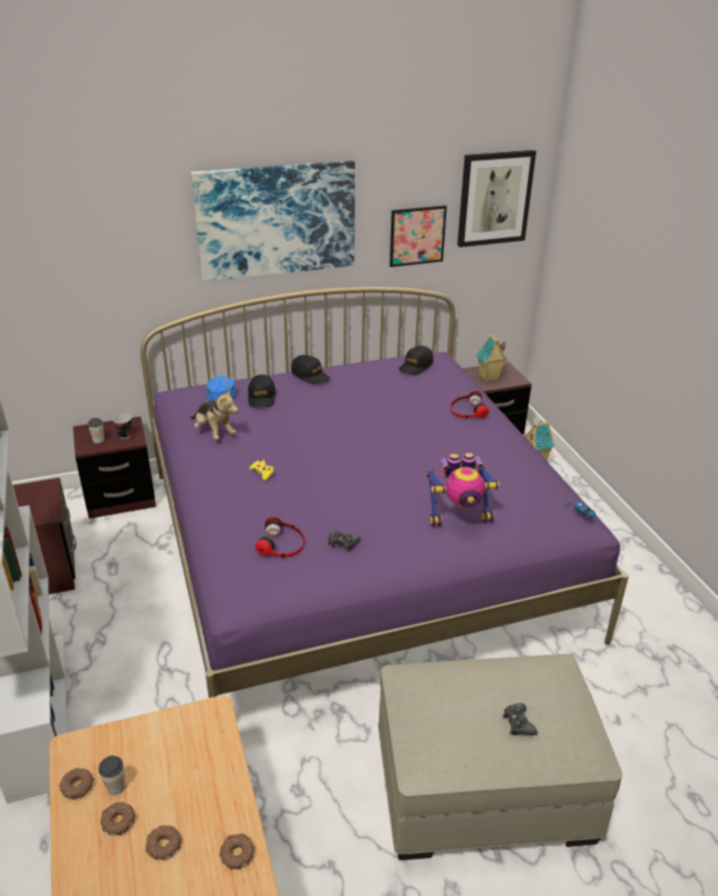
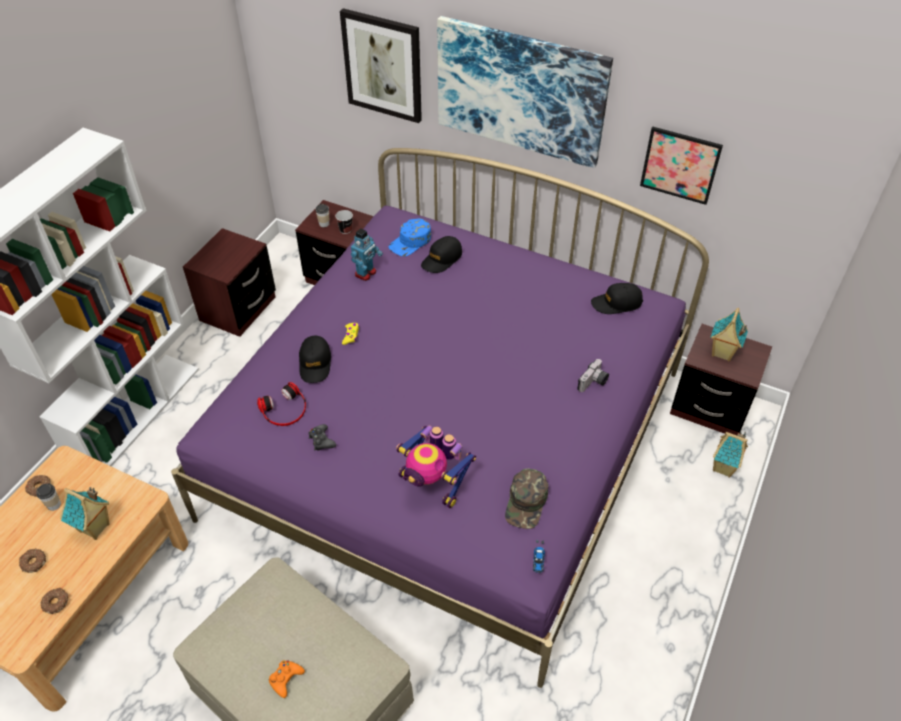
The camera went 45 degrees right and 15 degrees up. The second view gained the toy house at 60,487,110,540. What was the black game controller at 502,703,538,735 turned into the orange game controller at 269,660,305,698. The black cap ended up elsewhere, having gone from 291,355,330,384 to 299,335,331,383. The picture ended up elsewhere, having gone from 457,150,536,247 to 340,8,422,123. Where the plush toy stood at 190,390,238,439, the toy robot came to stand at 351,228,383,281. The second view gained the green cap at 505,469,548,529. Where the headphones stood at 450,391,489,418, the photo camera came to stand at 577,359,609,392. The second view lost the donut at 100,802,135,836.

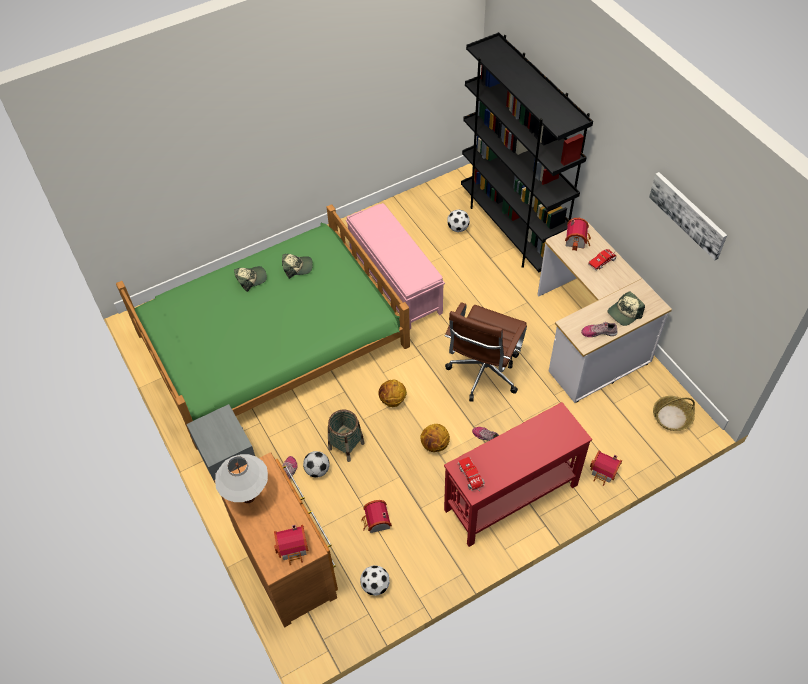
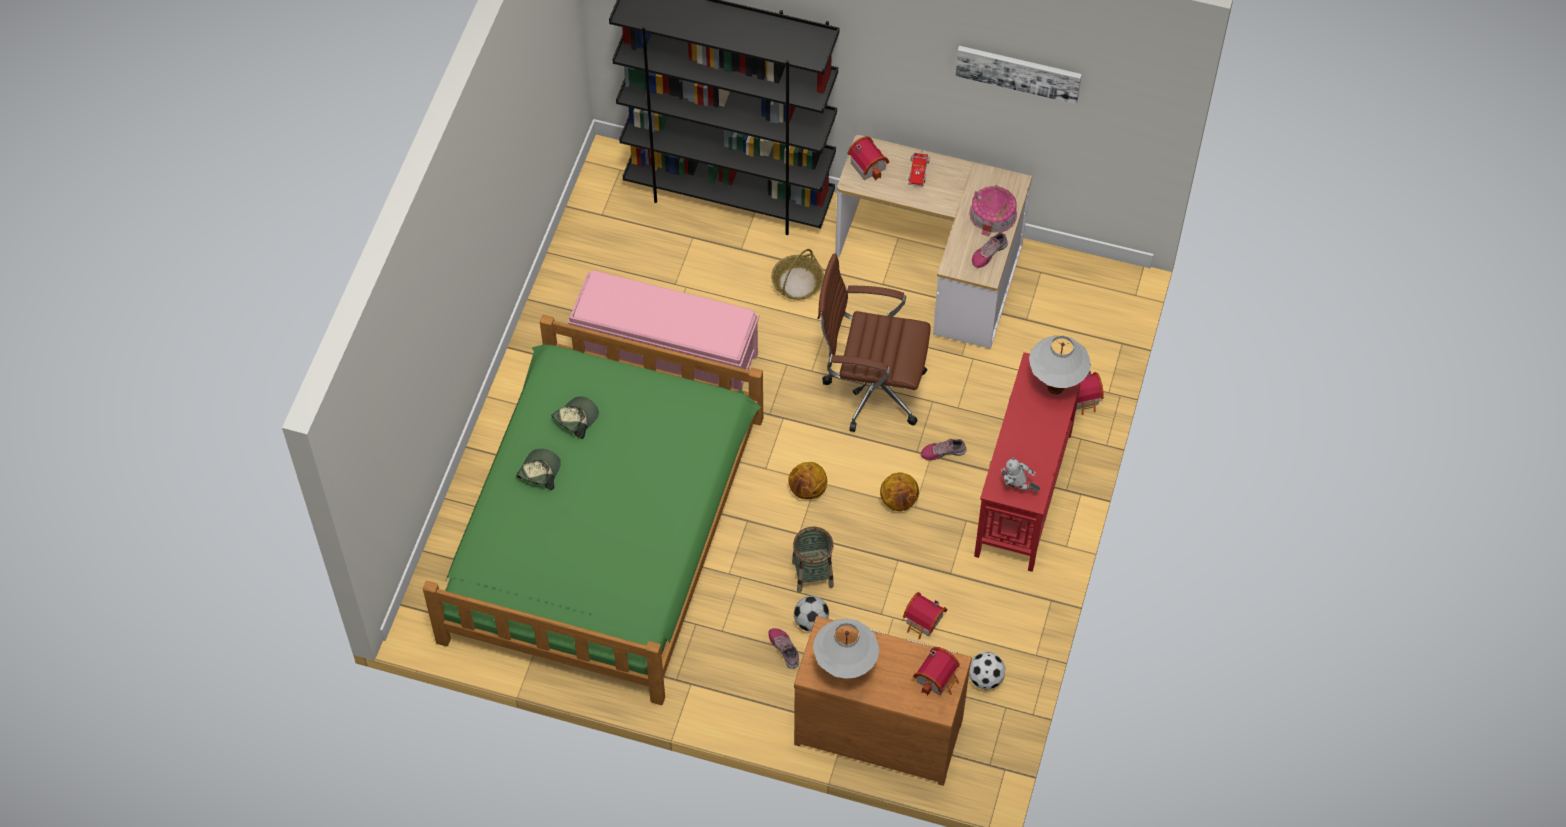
The camera went 45 degrees left and 5 degrees up. The basket ended up elsewhere, having gone from 653,396,695,431 to 771,249,824,300. The brown office chair at 445,302,527,402 ended up facing another way, 120 degrees clockwise from before. Where the cap stood at 608,291,645,326, the toy house came to stand at 969,185,1017,236. Where the toy truck stood at 458,457,485,491, the toy robot came to stand at 1001,457,1040,491. The second view gained the white table lamp at 1029,336,1091,394. The second view lost the grey nightstand at 187,404,255,480. The second view lost the football at 447,209,470,232.

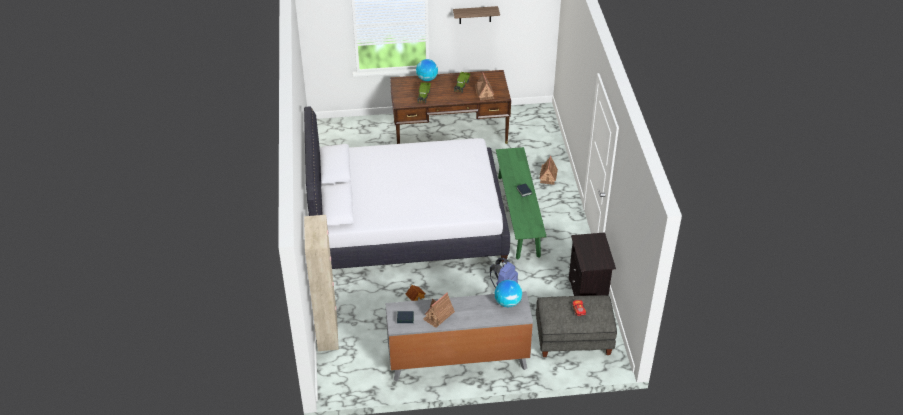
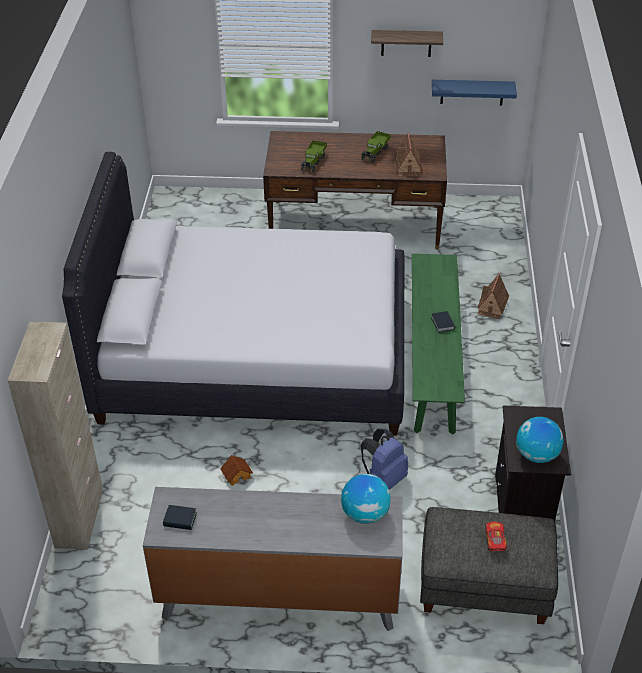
The camera went 10 degrees right and 0 degrees up. The second view gained the blue shelf at 432,80,517,105. The globe ended up elsewhere, having gone from 416,59,438,81 to 516,417,564,463. The second view lost the toy house at 423,293,455,328.

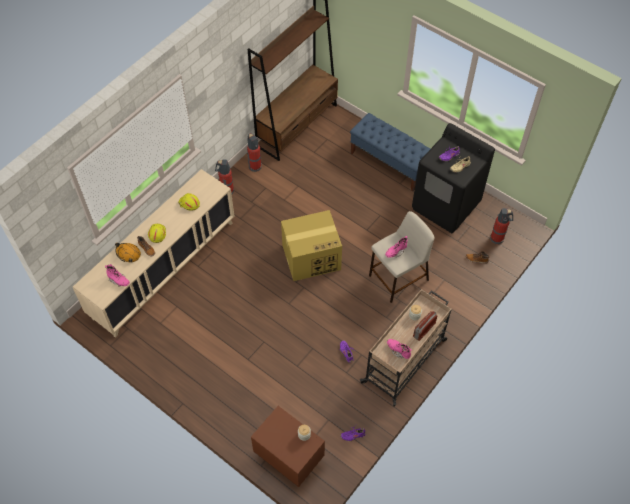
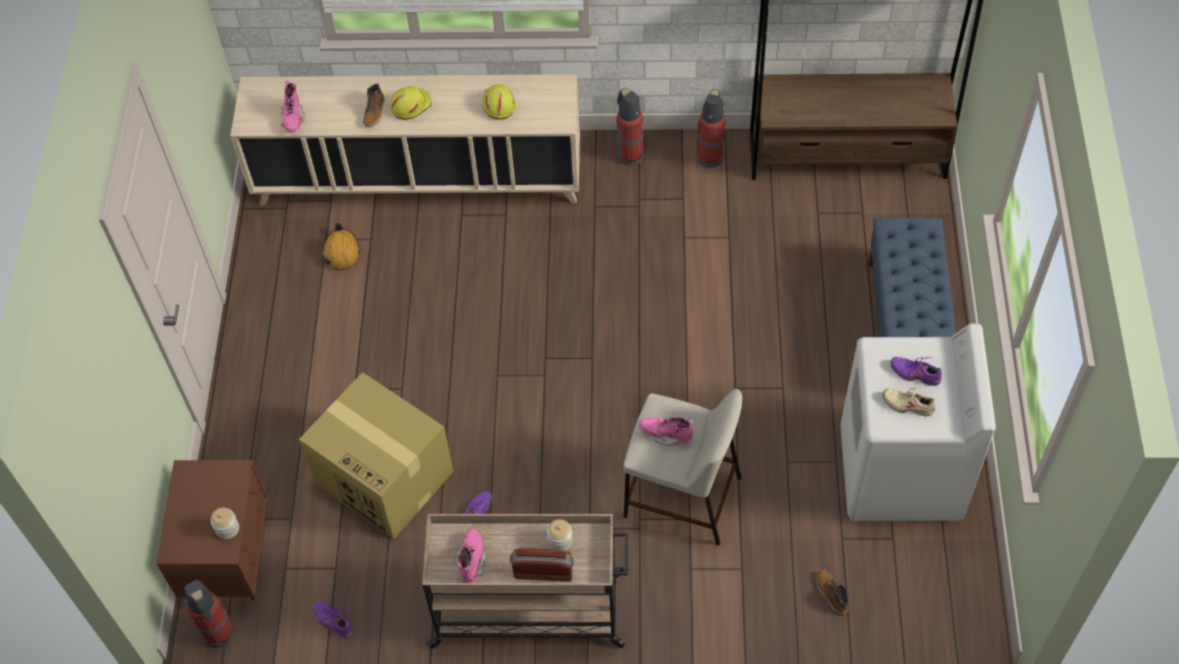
The camera went 55 degrees right and 0 degrees up. The fire extinguisher ended up elsewhere, having gone from 490,208,513,245 to 183,580,235,648. The cardboard box ended up elsewhere, having gone from 281,210,342,281 to 299,372,454,539. The orange hard hat ended up elsewhere, having gone from 115,243,141,262 to 322,223,360,270. What was the black washing machine at 412,123,495,233 turned into the white washing machine at 840,323,996,521.

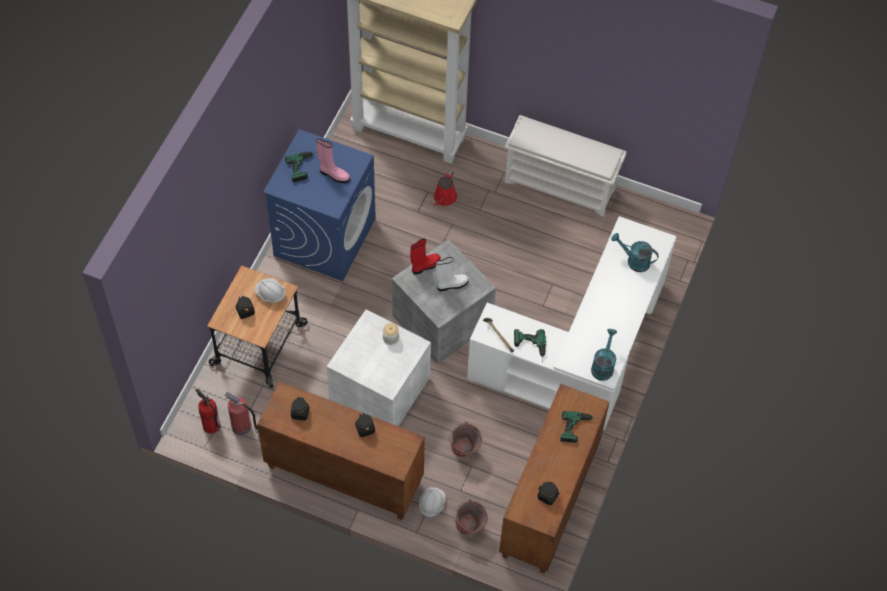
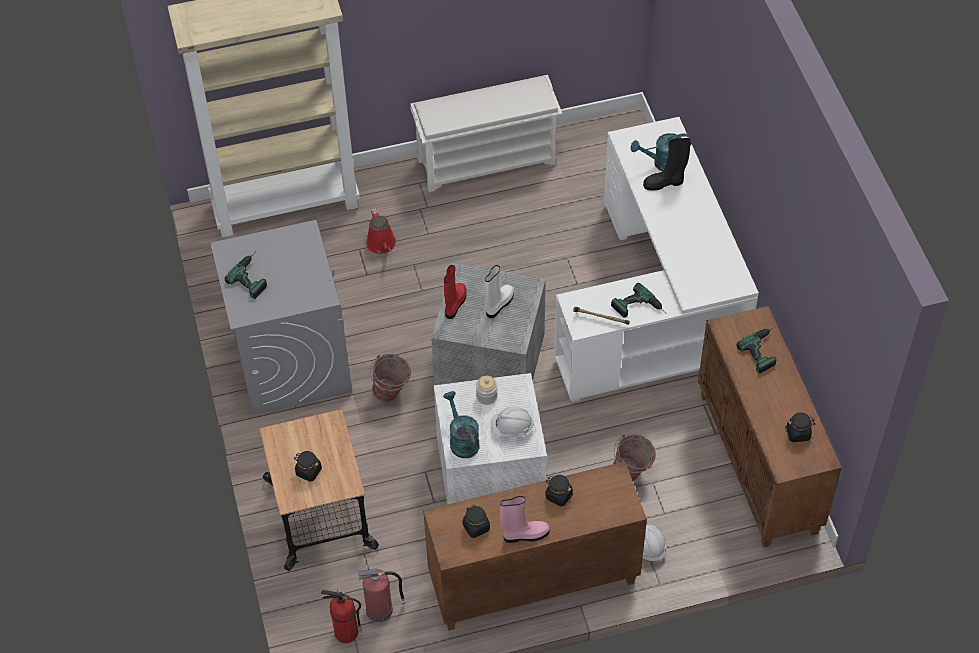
The camera went 35 degrees left and 5 degrees down. What was the blue washing machine at 263,129,376,281 turned into the grey washing machine at 210,220,352,415. The bucket ended up elsewhere, having gone from 454,500,488,535 to 370,354,411,401. The turquoise watering can ended up elsewhere, having gone from 591,329,617,381 to 443,391,479,458. The white hard hat ended up elsewhere, having gone from 254,278,285,303 to 491,406,534,438. The pink boot ended up elsewhere, having gone from 316,139,350,183 to 500,496,550,543. The second view gained the black boot at 643,138,690,191.

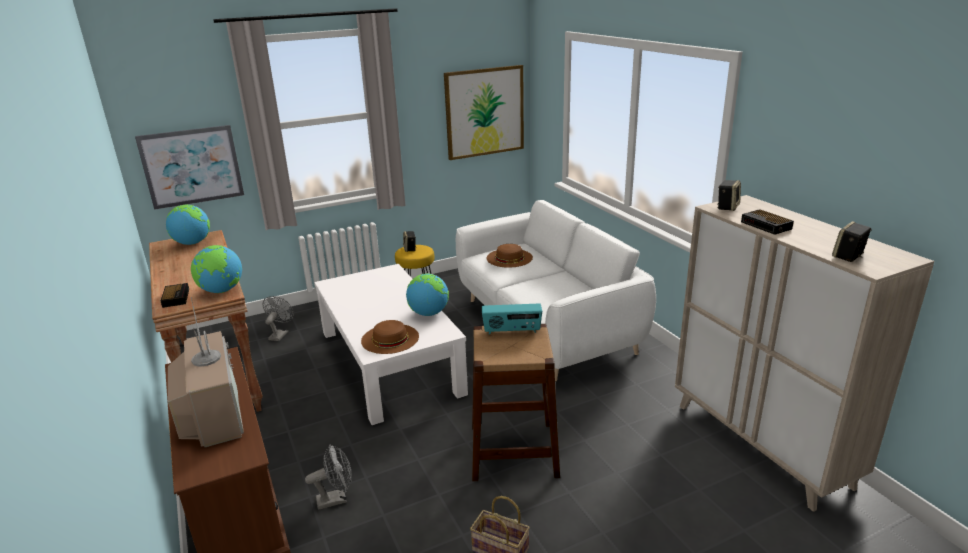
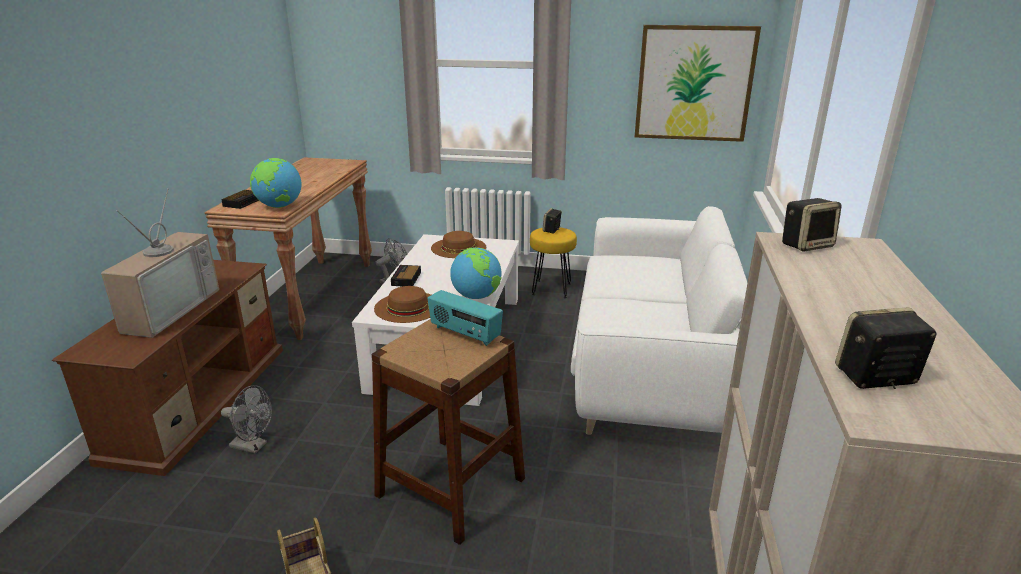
The camera went 35 degrees right and 0 degrees up. The alarm clock ended up elsewhere, having gone from 741,209,794,235 to 391,265,421,286. The brown hat ended up elsewhere, having gone from 487,244,533,268 to 431,231,486,258. The second view lost the picture at 135,125,244,210. The second view lost the globe at 166,204,210,245.

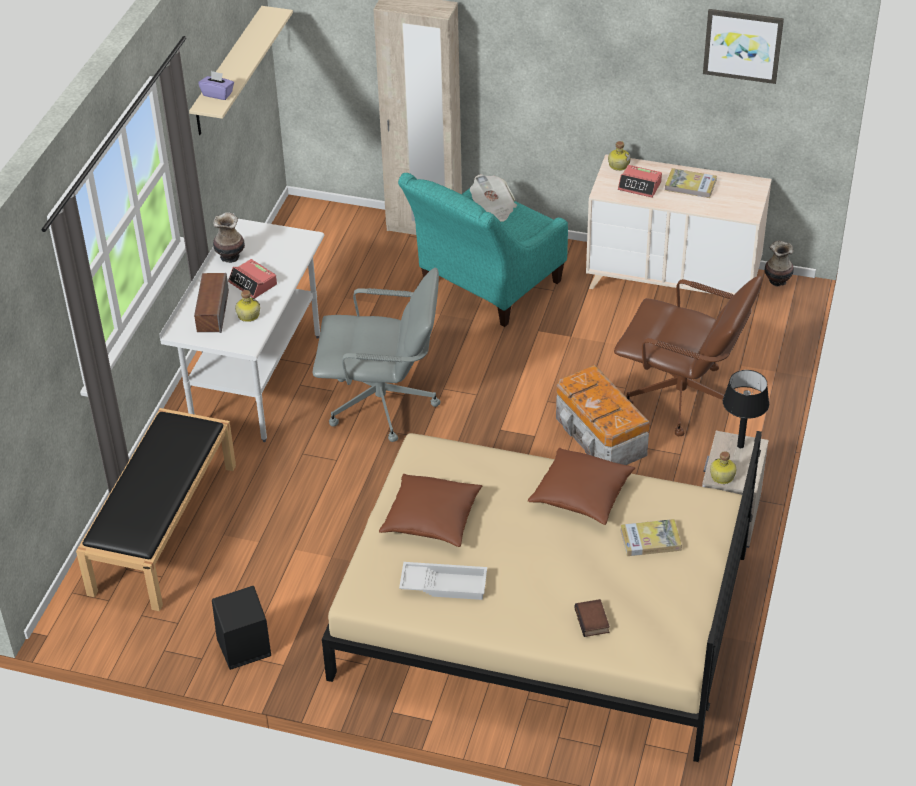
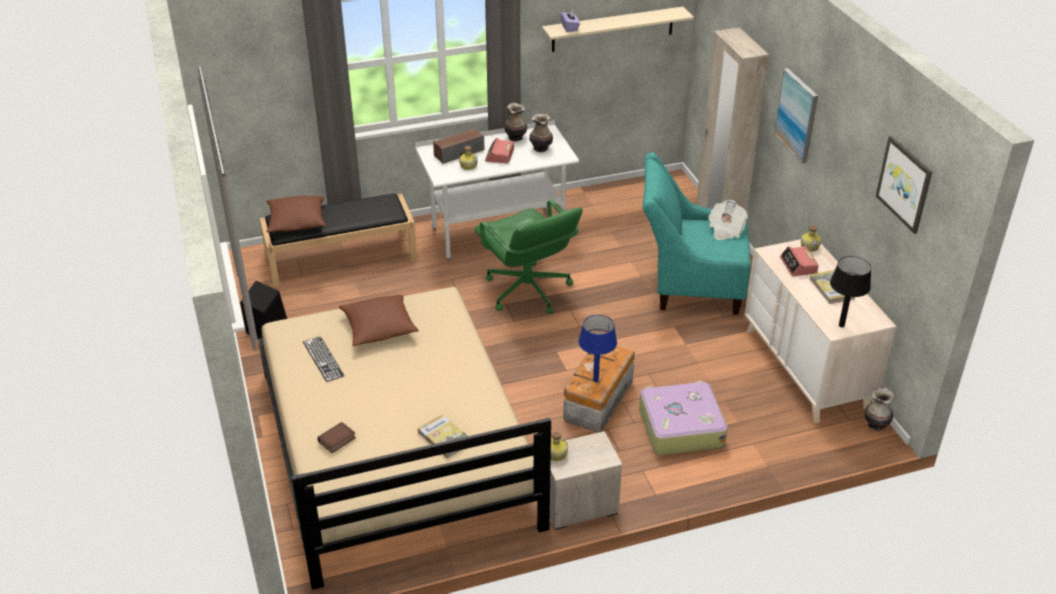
The camera went 55 degrees right and 5 degrees down. The brown pillow ended up elsewhere, having gone from 528,448,635,525 to 266,196,326,232. Where the white tray stood at 399,562,487,600, the keyboard came to stand at 303,336,344,382. What was the grey office chair at 313,267,440,442 turned into the green office chair at 474,200,583,314. The second view gained the vase at 530,114,553,152. The second view gained the blue table lamp at 579,315,617,382. Where the brown office chair stood at 614,276,762,436, the suitcase came to stand at 639,381,728,455. The second view gained the picture at 774,69,818,163. The black table lamp ended up elsewhere, having gone from 723,370,769,448 to 830,256,871,327.

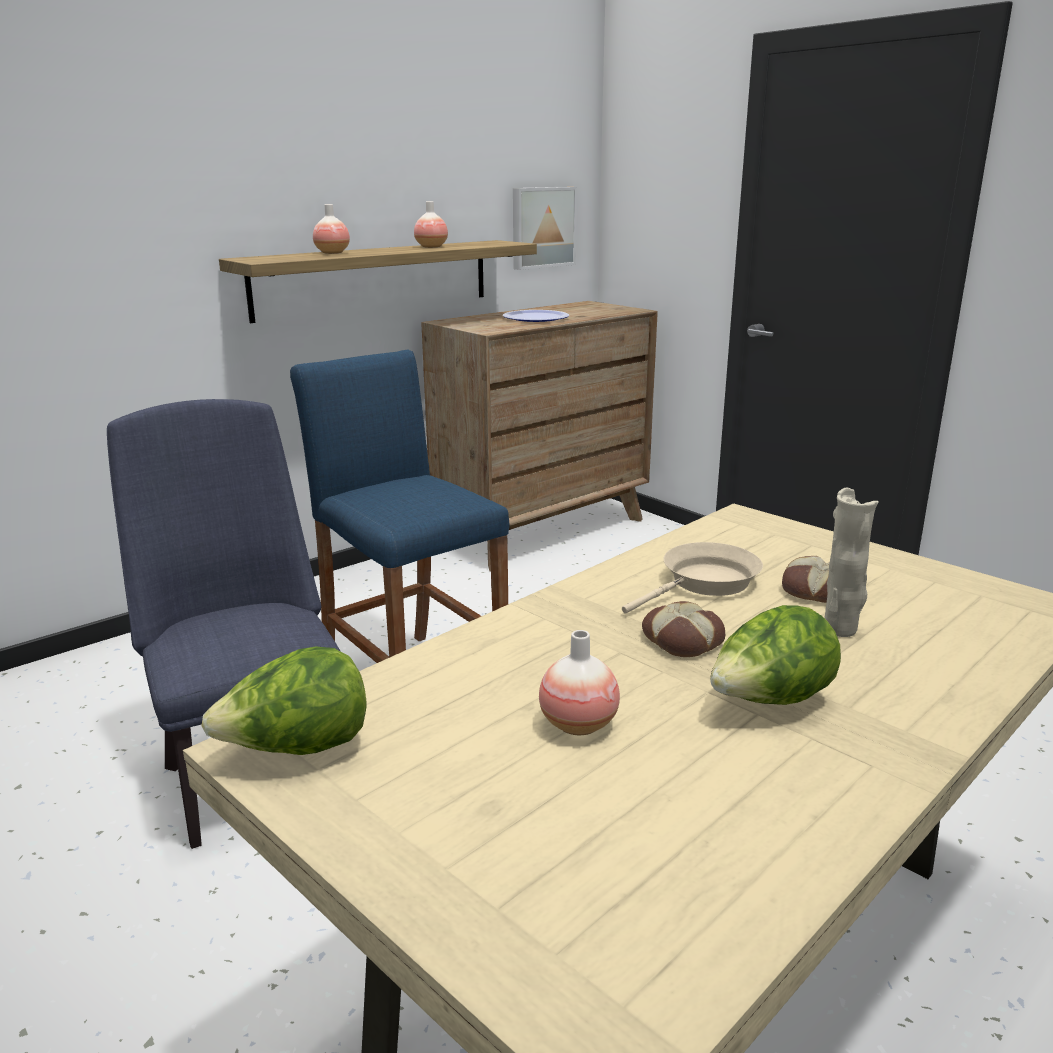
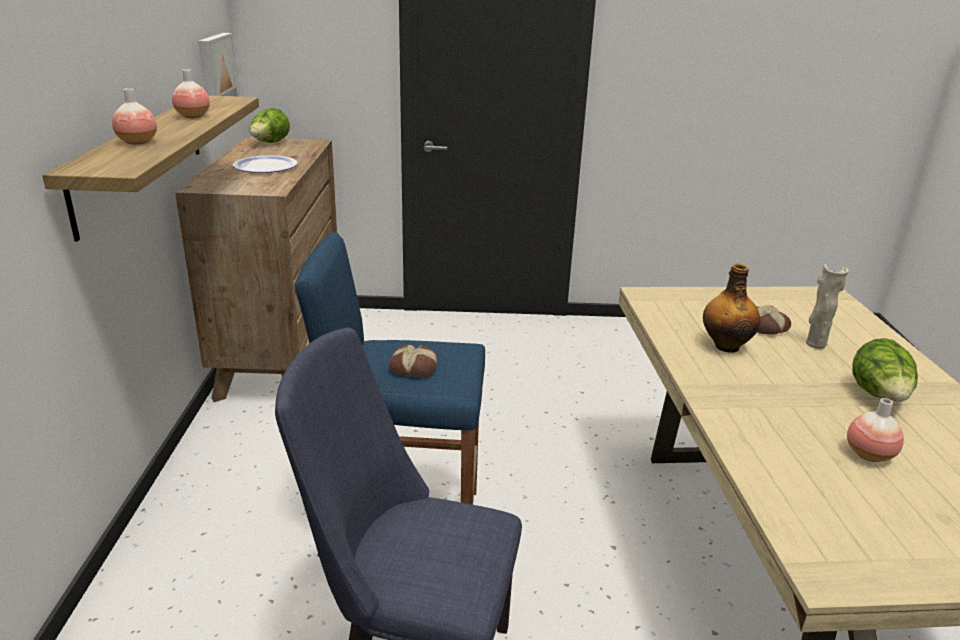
The camera went 50 degrees left and 5 degrees up. The lettuce ended up elsewhere, having gone from 201,647,367,755 to 249,108,290,143. The bread ended up elsewhere, having gone from 642,601,725,657 to 389,345,437,377. Where the beige frying pan stood at 622,542,763,614, the bottle came to stand at 703,263,760,353.

